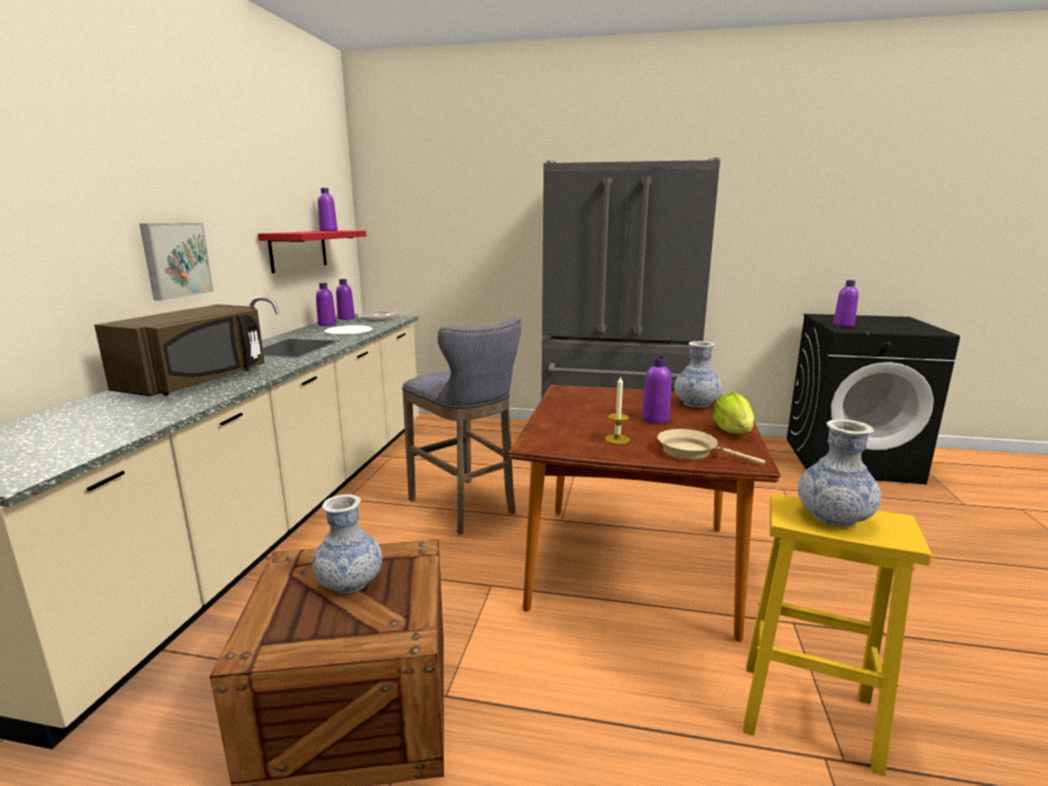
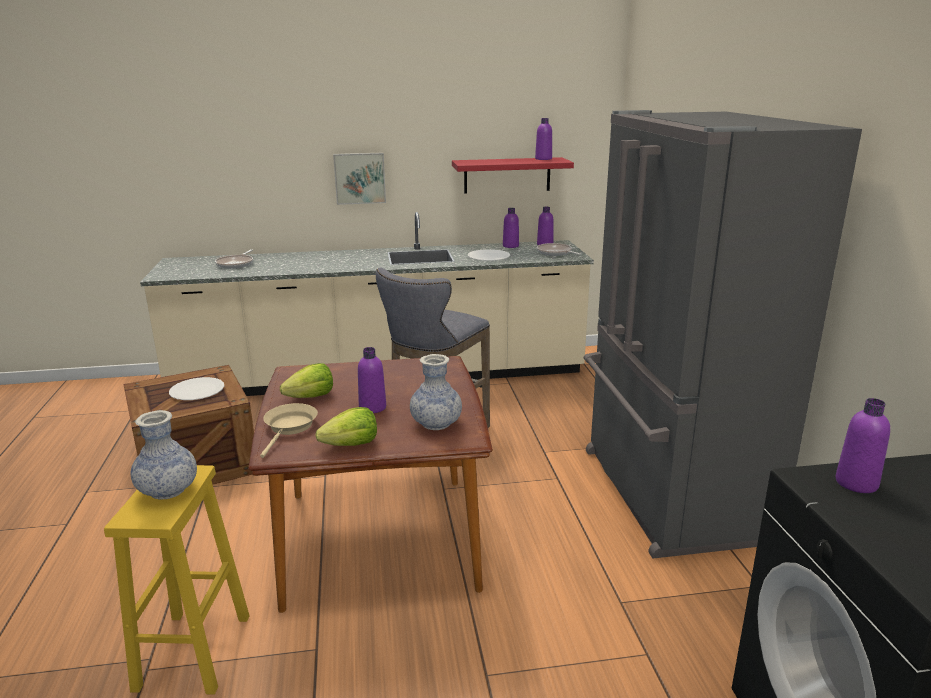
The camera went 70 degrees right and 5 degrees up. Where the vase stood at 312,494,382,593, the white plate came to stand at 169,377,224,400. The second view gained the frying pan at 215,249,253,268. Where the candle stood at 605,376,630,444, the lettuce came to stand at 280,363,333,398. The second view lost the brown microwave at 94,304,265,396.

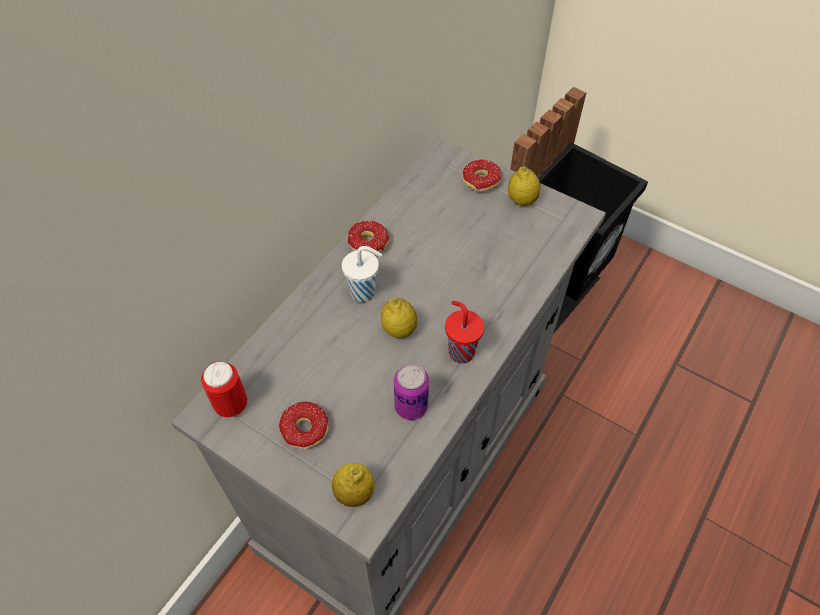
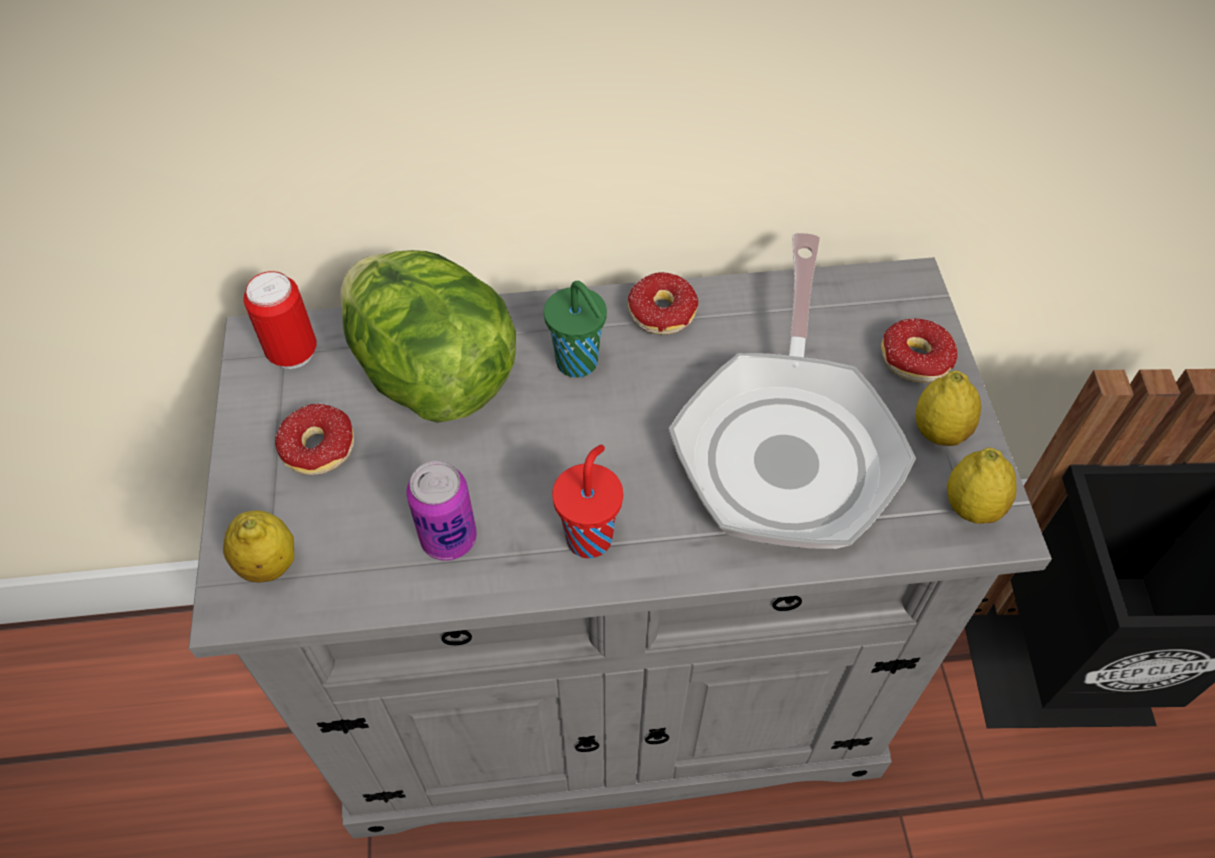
The camera went 50 degrees right and 0 degrees up. The second view gained the lettuce at 340,250,516,423. What was the white cup at 342,246,382,302 turned into the green cup at 544,281,607,378. The second view gained the frying pan at 668,233,916,549. The lemon ended up elsewhere, having gone from 381,297,417,338 to 947,448,1017,524.

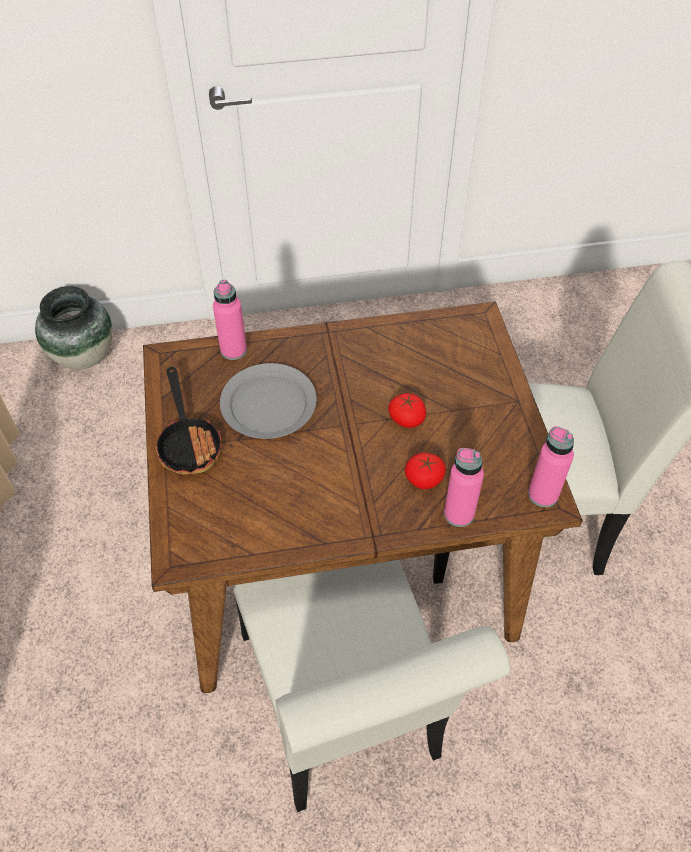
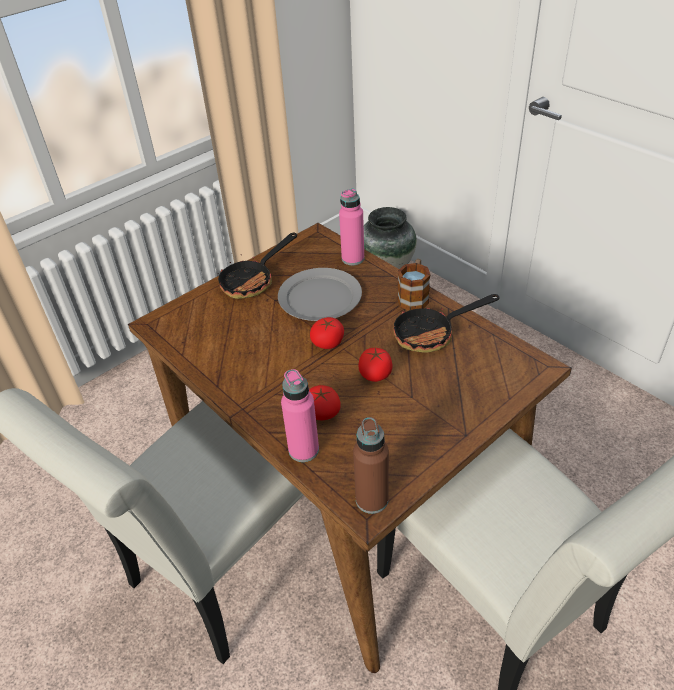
The camera went 60 degrees right and 10 degrees down. The second view gained the tomato at 310,317,344,349. What was the pink bottle at 528,426,574,507 turned into the brown bottle at 353,417,389,514. The second view gained the frying pan at 393,294,500,353. The second view gained the mug at 397,259,431,311.

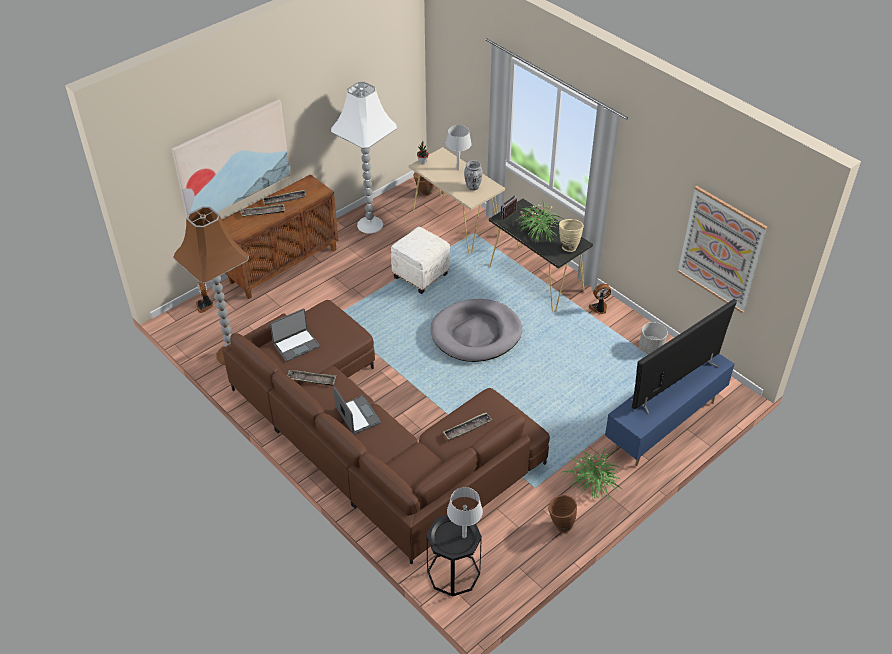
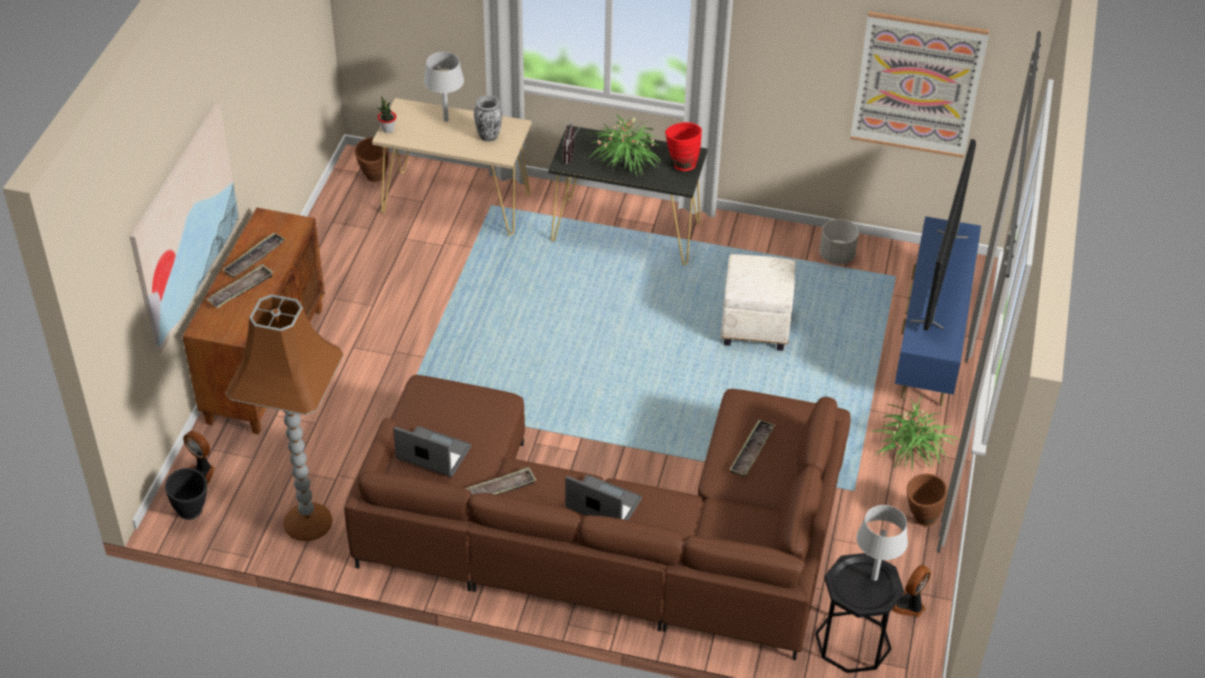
The camera went 35 degrees left and 0 degrees up. The second view gained the black vase at 165,468,207,520. The laptop at 270,308,320,362 ended up facing another way, 90 degrees counterclockwise from before. What was the beige vase at 559,219,584,252 turned into the red vase at 665,122,702,171. The white ottoman ended up elsewhere, having gone from 391,227,450,294 to 721,254,796,351. The fan ended up elsewhere, having gone from 589,284,611,315 to 892,565,931,617. The second view lost the white floor lamp at 331,82,397,234. The second view lost the grey dog bed at 431,299,522,362.

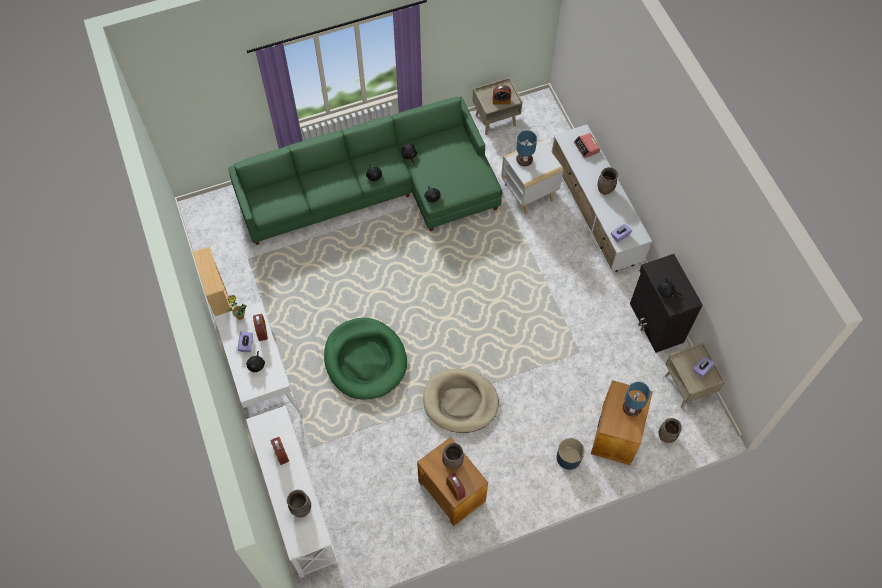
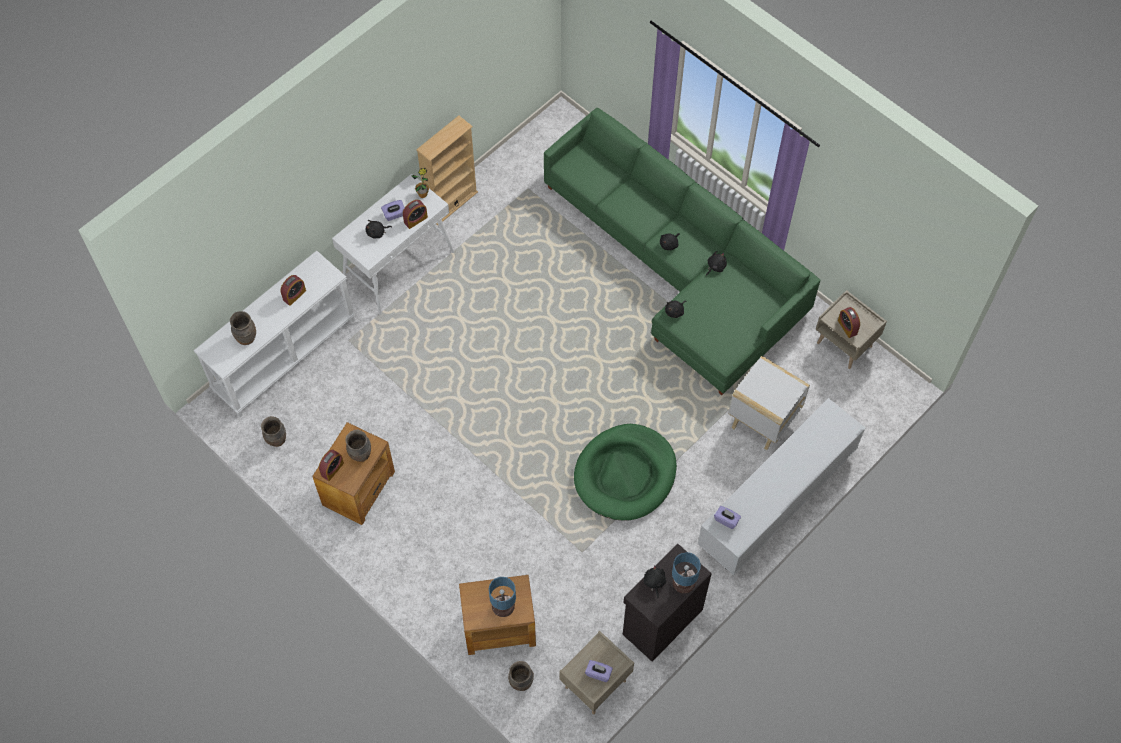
The camera went 65 degrees right and 0 degrees up. The brown vase ended up elsewhere, having gone from 597,167,618,195 to 261,416,286,447. The green dog bed ended up elsewhere, having gone from 324,318,407,400 to 574,424,677,521. The table lamp ended up elsewhere, having gone from 516,130,537,166 to 672,552,701,594. The second view lost the beige dog bed at 423,369,499,433. The second view lost the blue planter at 557,438,584,470. The second view lost the alarm clock at 574,133,600,158.

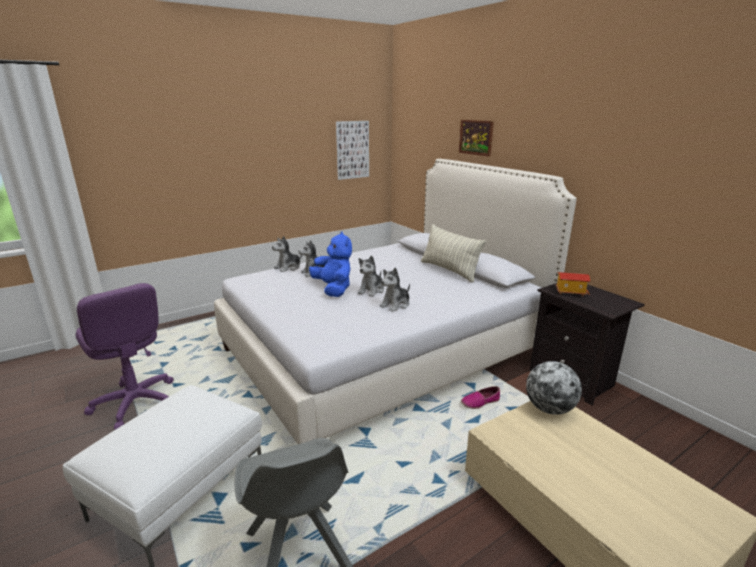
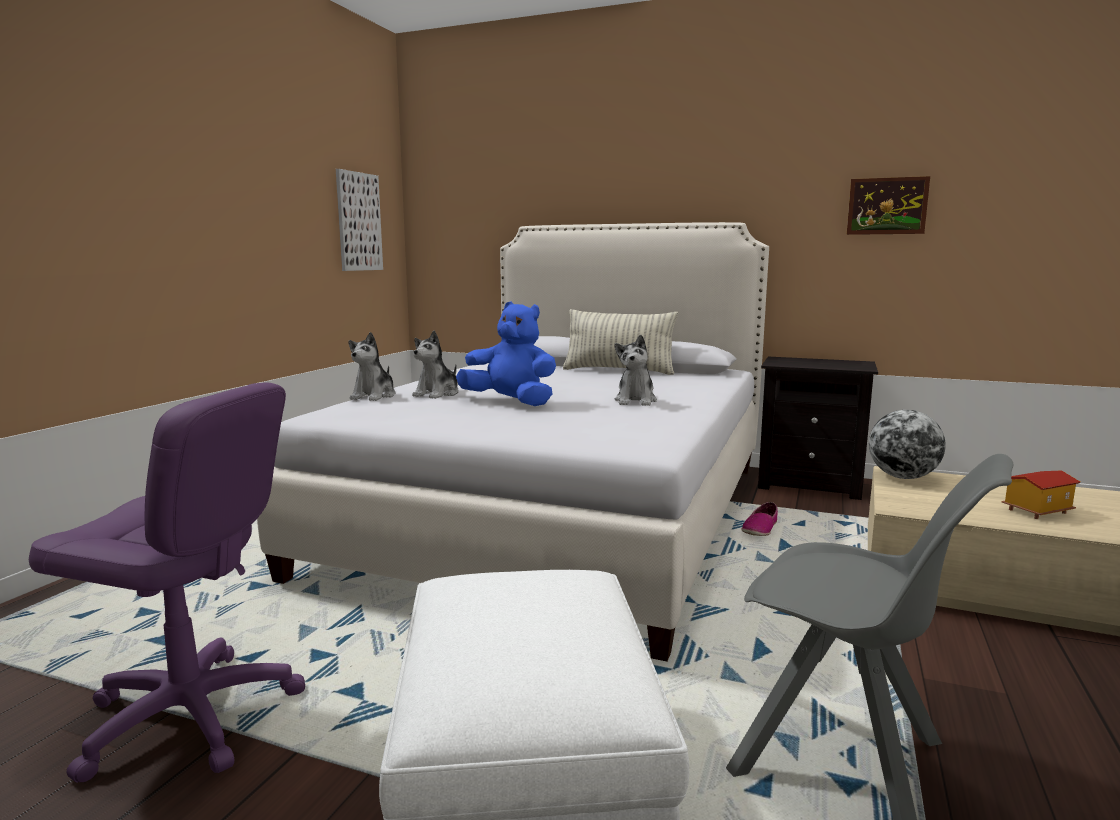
The camera went 35 degrees left and 10 degrees down. The picture ended up elsewhere, having gone from 459,120,494,156 to 847,176,930,235. The toy house ended up elsewhere, having gone from 556,272,591,296 to 1002,470,1080,519. The second view lost the plush toy at 358,255,384,297.

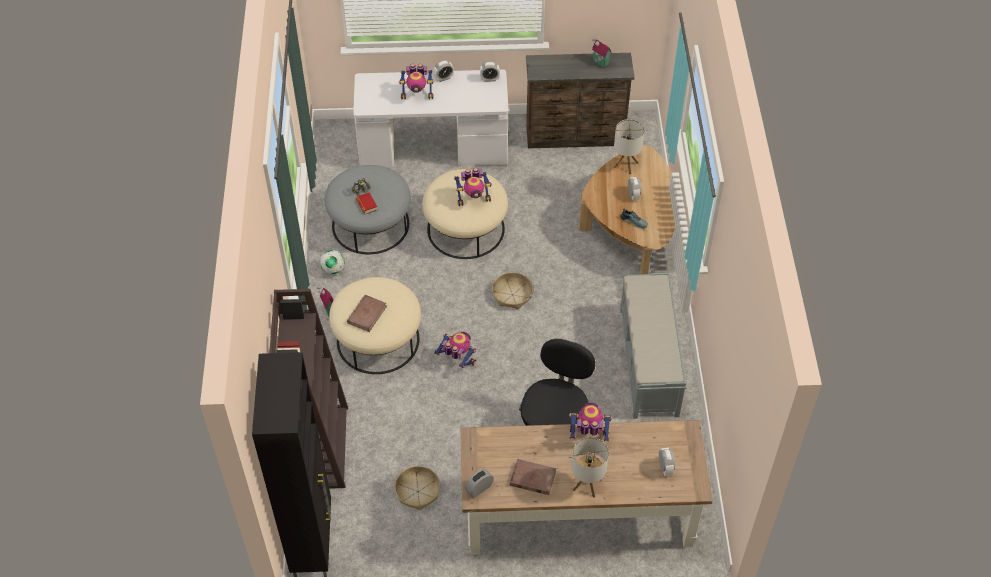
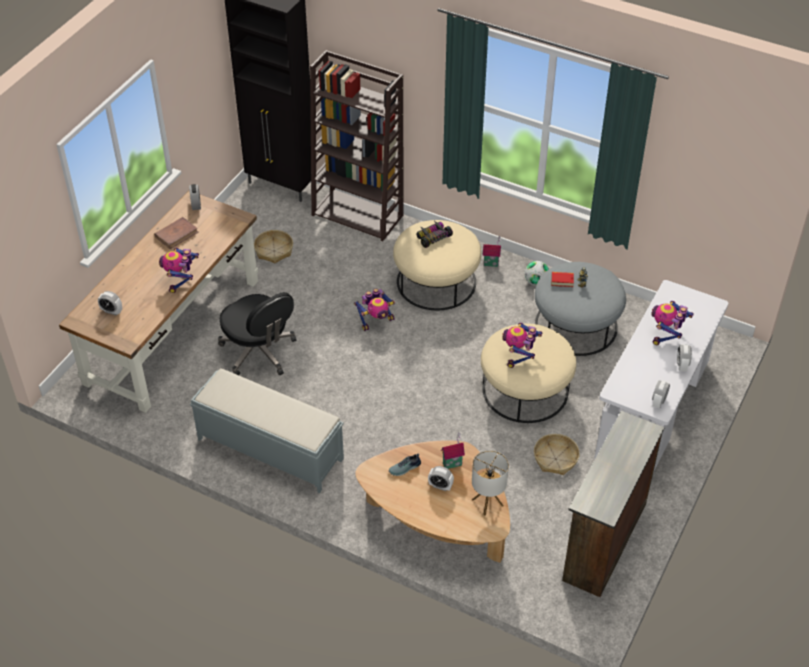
The camera went 120 degrees right and 5 degrees down. The toy robot at 569,403,612,441 ended up facing another way, 150 degrees clockwise from before. Where the brown book stood at 347,295,387,332, the toy car came to stand at 416,221,453,248. The toy house ended up elsewhere, having gone from 592,38,612,68 to 441,432,465,469. The basket ended up elsewhere, having gone from 492,272,533,309 to 534,434,580,475. The second view lost the table lamp at 571,437,609,498.

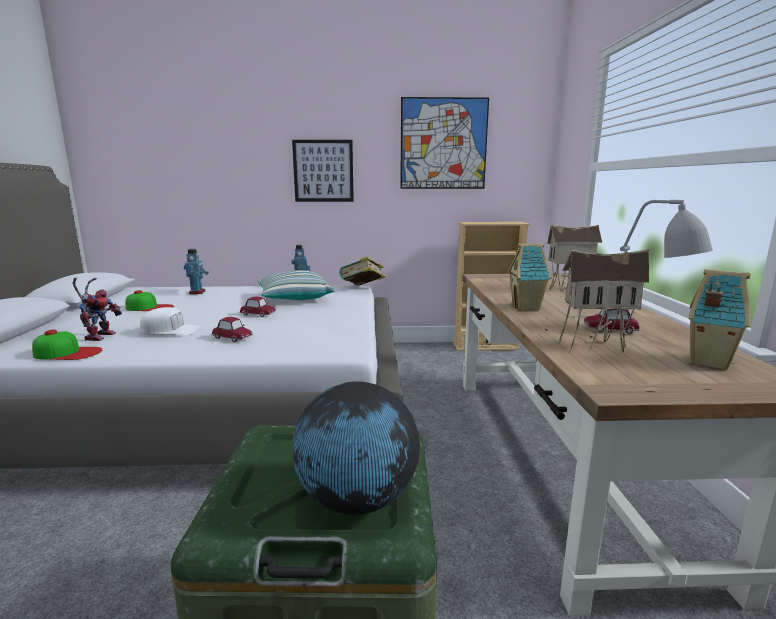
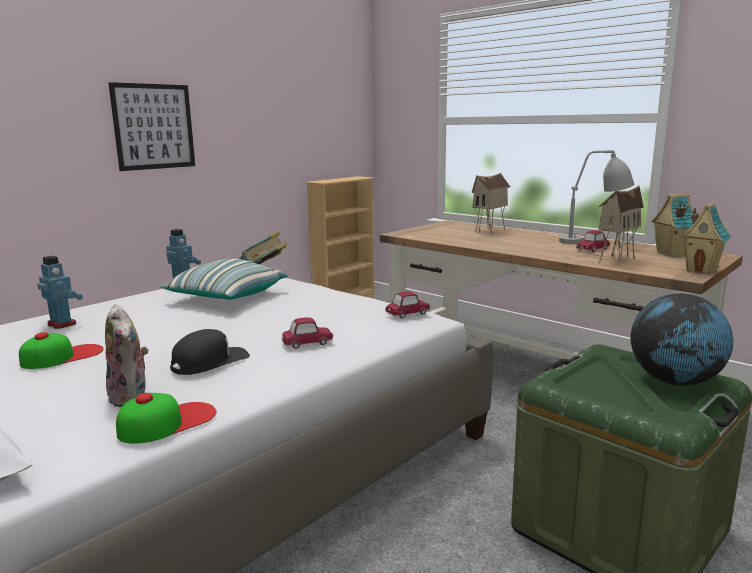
The camera went 45 degrees left and 0 degrees up. Where the toy robot stood at 73,278,122,341, the plush toy came to stand at 105,304,148,407. What was the white cap at 139,307,200,335 turned into the black cap at 170,329,250,375. The toy car ended up elsewhere, having gone from 240,297,276,317 to 385,291,430,318. The toy house ended up elsewhere, having gone from 508,243,552,310 to 680,202,732,274. The second view lost the picture at 400,97,489,189.

